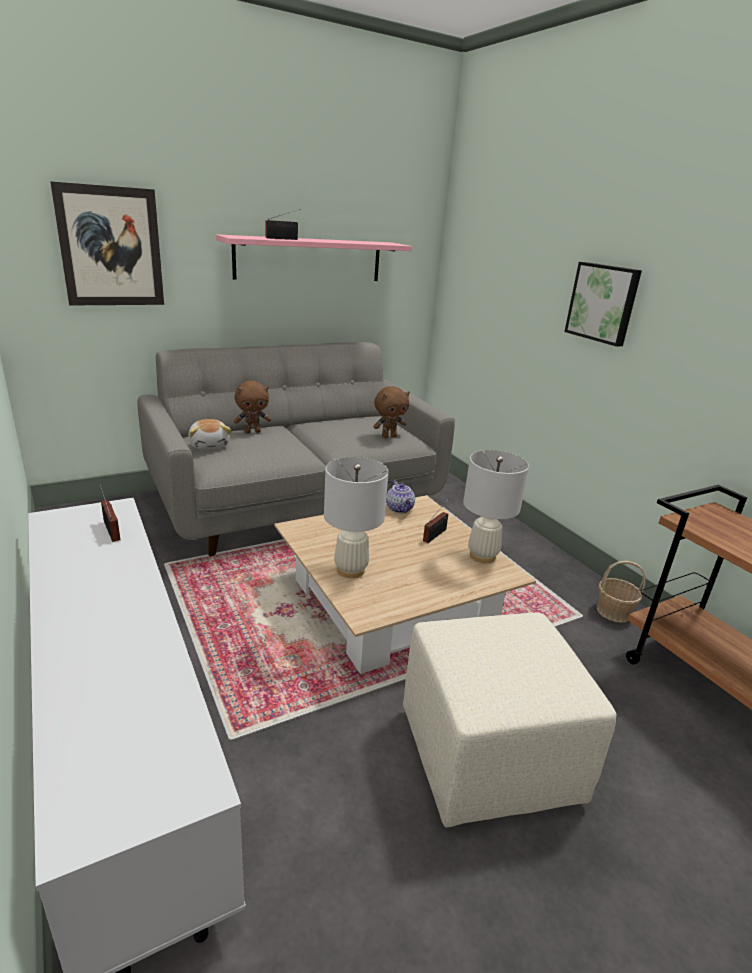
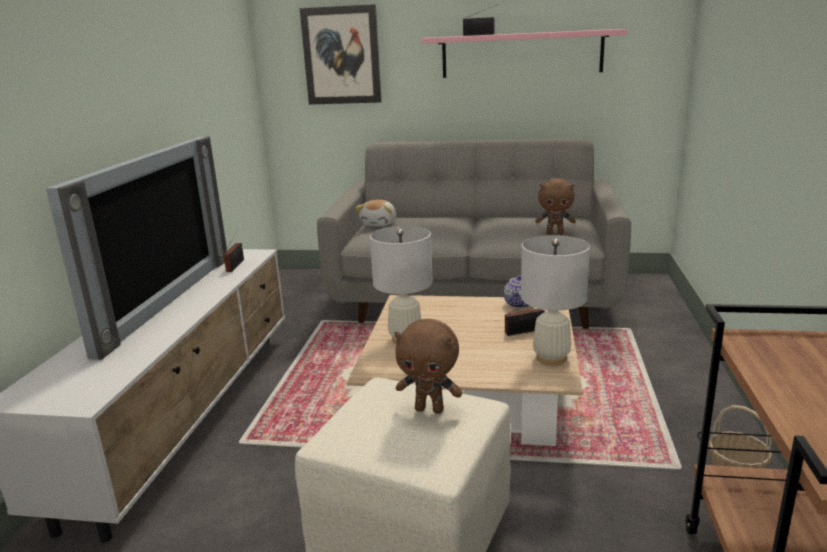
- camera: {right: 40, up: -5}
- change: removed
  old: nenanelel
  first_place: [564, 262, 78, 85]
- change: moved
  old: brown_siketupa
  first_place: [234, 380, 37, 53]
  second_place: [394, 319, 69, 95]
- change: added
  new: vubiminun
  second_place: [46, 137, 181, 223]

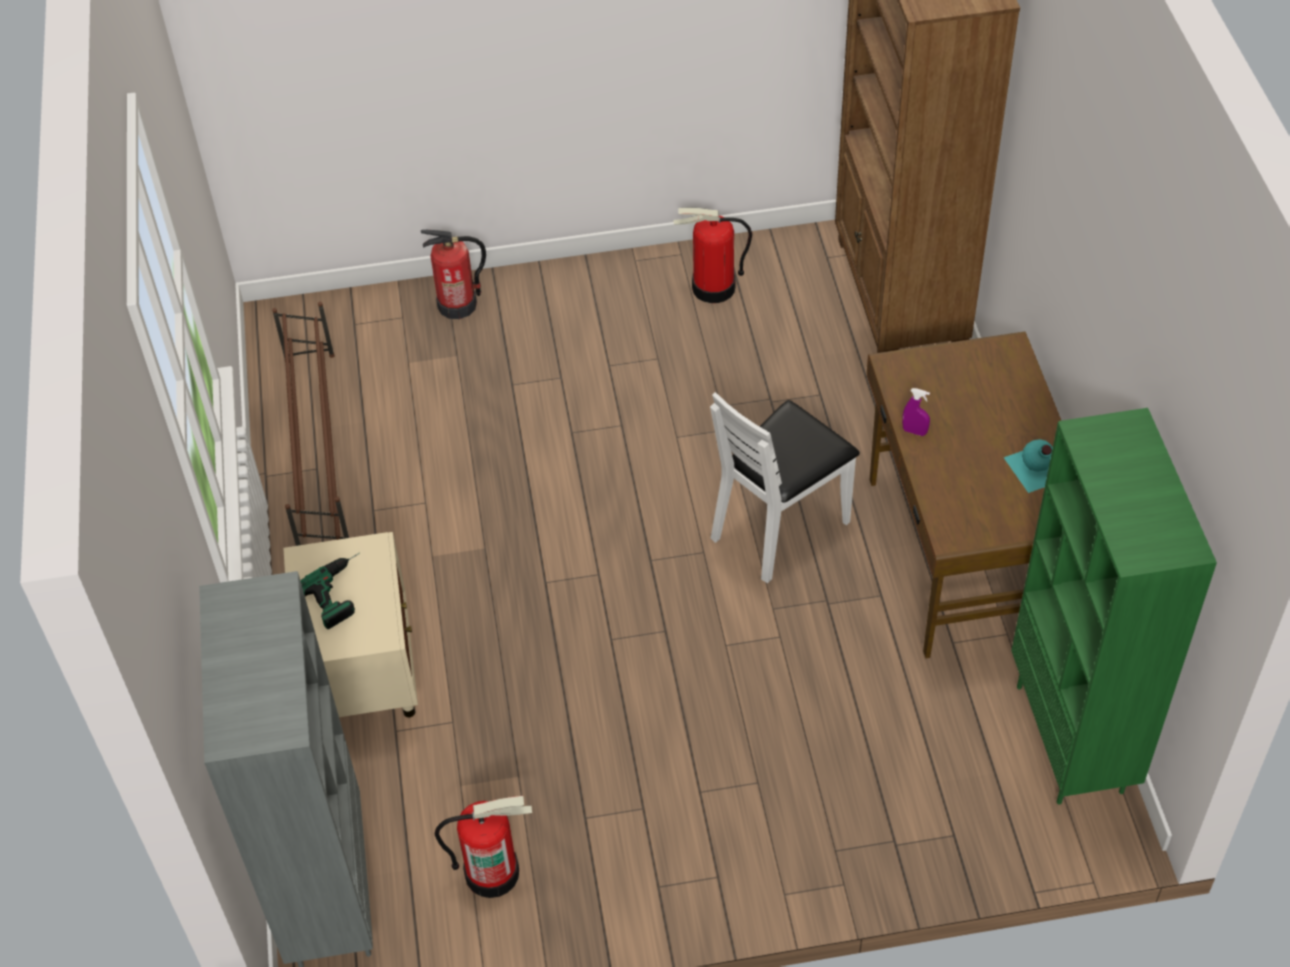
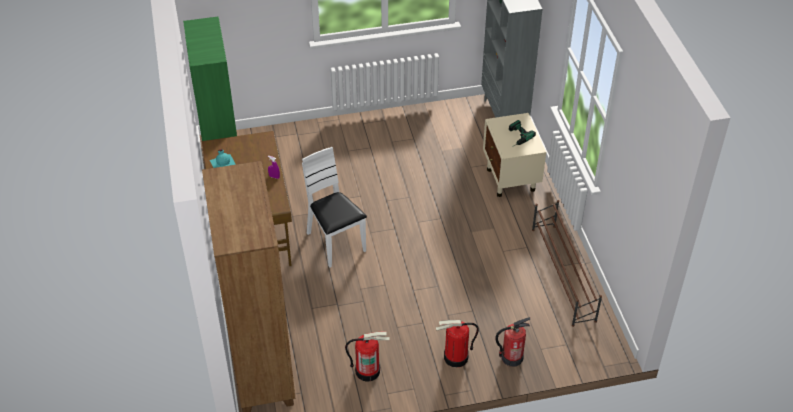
- camera: {right: 175, up: -5}
- change: turned
  old: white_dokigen
  first_place: [710, 392, 150, 191]
  second_place: [302, 147, 65, 121]
  degrees: -75
- change: moved
  old: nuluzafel
  first_place: [435, 796, 97, 102]
  second_place: [436, 320, 43, 48]

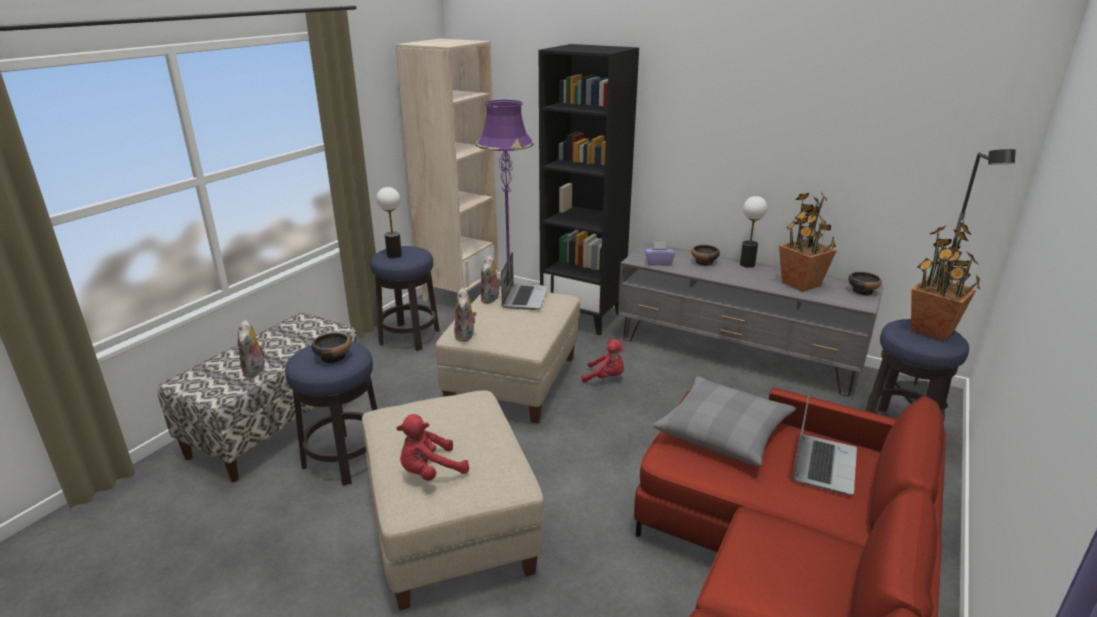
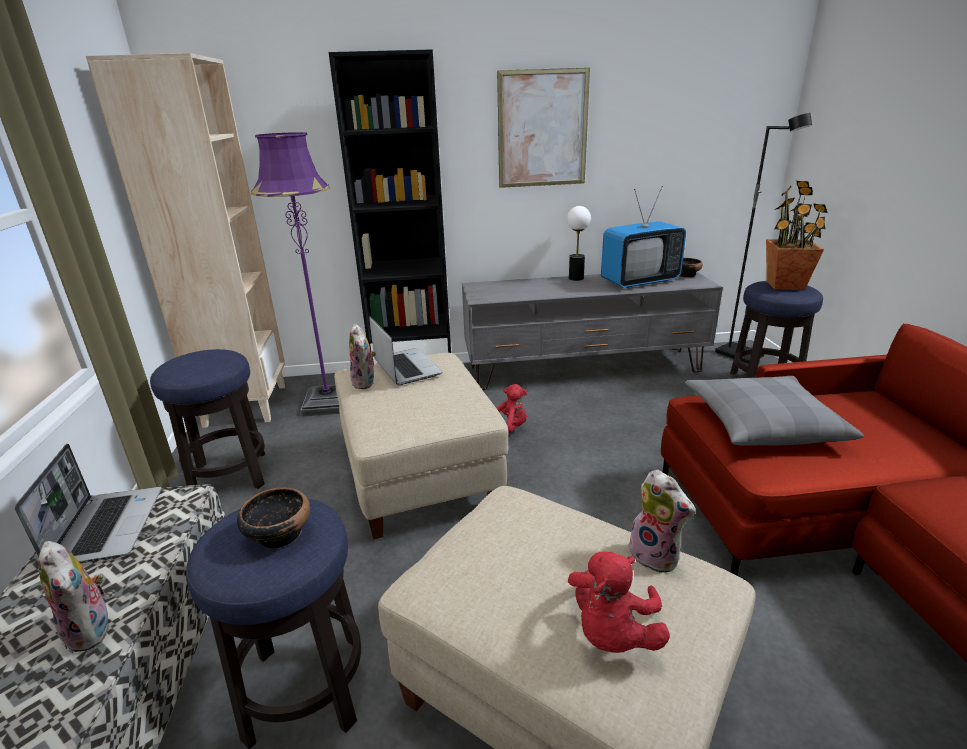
- camera: {right: -35, up: 0}
- change: removed
  old: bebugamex
  first_place: [377, 187, 25, 71]
- change: replaced
  old: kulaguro
  new: vubiminun
  first_place: [779, 192, 58, 100]
  second_place: [601, 186, 85, 102]
- change: removed
  old: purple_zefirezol
  first_place: [645, 242, 30, 24]
- change: removed
  old: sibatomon
  first_place: [691, 245, 29, 21]
- change: moved
  old: siketupa
  first_place: [454, 288, 23, 54]
  second_place: [629, 470, 66, 103]
- change: moved
  old: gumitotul
  first_place: [793, 393, 64, 102]
  second_place: [14, 444, 148, 119]
- change: added
  new: nenanelel
  second_place: [497, 68, 93, 120]

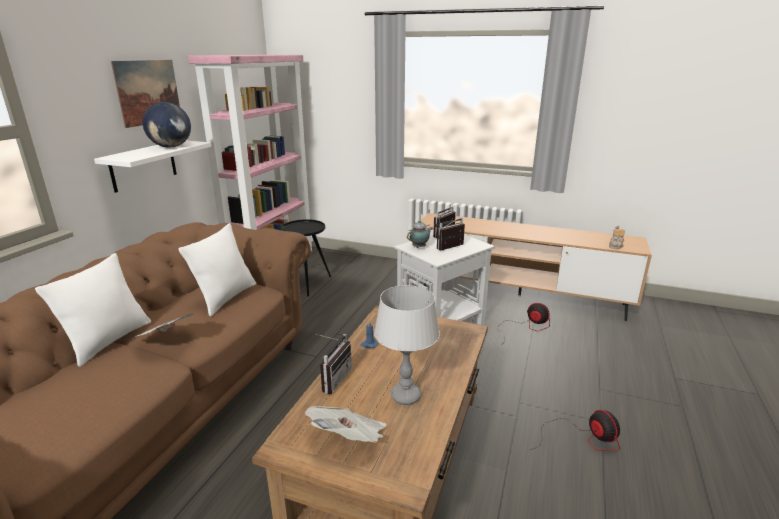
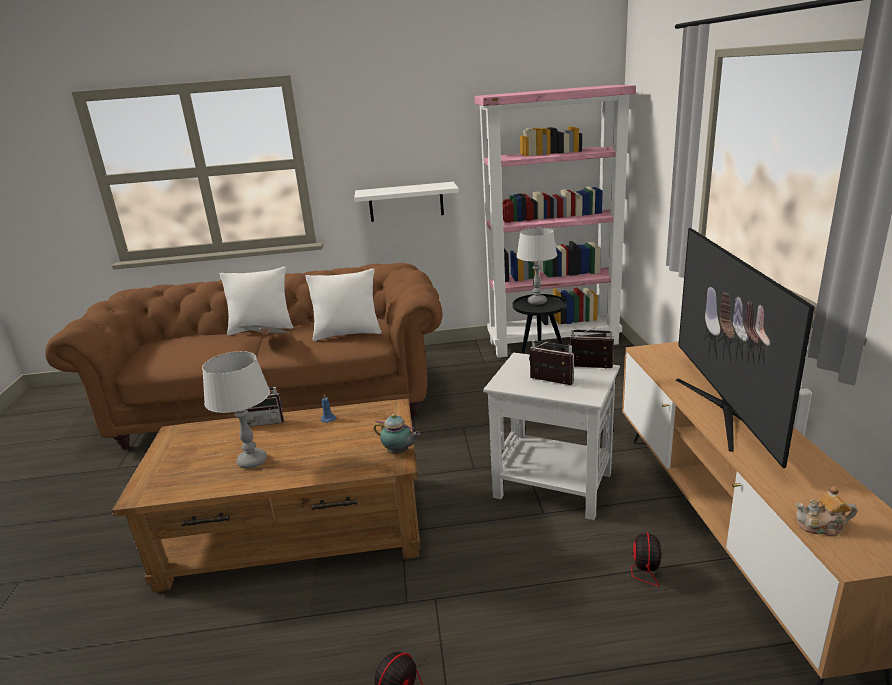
- camera: {right: 65, up: 0}
- change: removed
  old: nenanelel
  first_place: [111, 60, 69, 68]
- change: removed
  old: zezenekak
  first_place: [142, 102, 49, 45]
- change: moved
  old: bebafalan
  first_place: [407, 220, 25, 28]
  second_place: [373, 414, 47, 40]
- change: removed
  old: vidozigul
  first_place: [305, 406, 82, 37]
- change: added
  new: grey_bebugamex
  second_place: [516, 228, 41, 77]
- change: added
  new: vubiminun
  second_place: [676, 228, 138, 240]

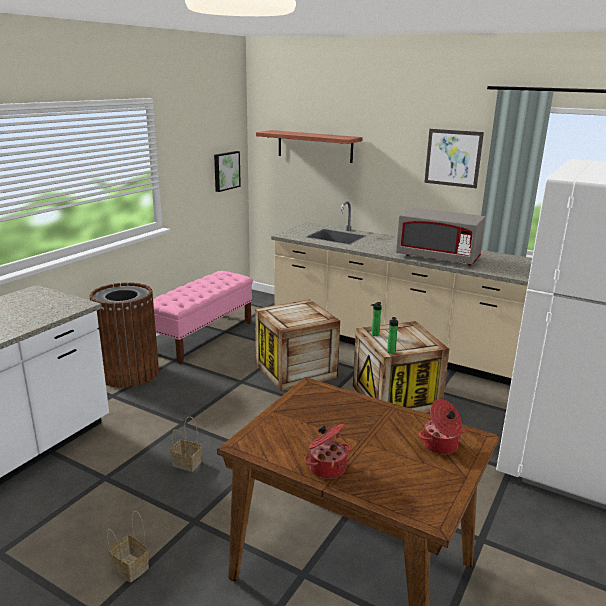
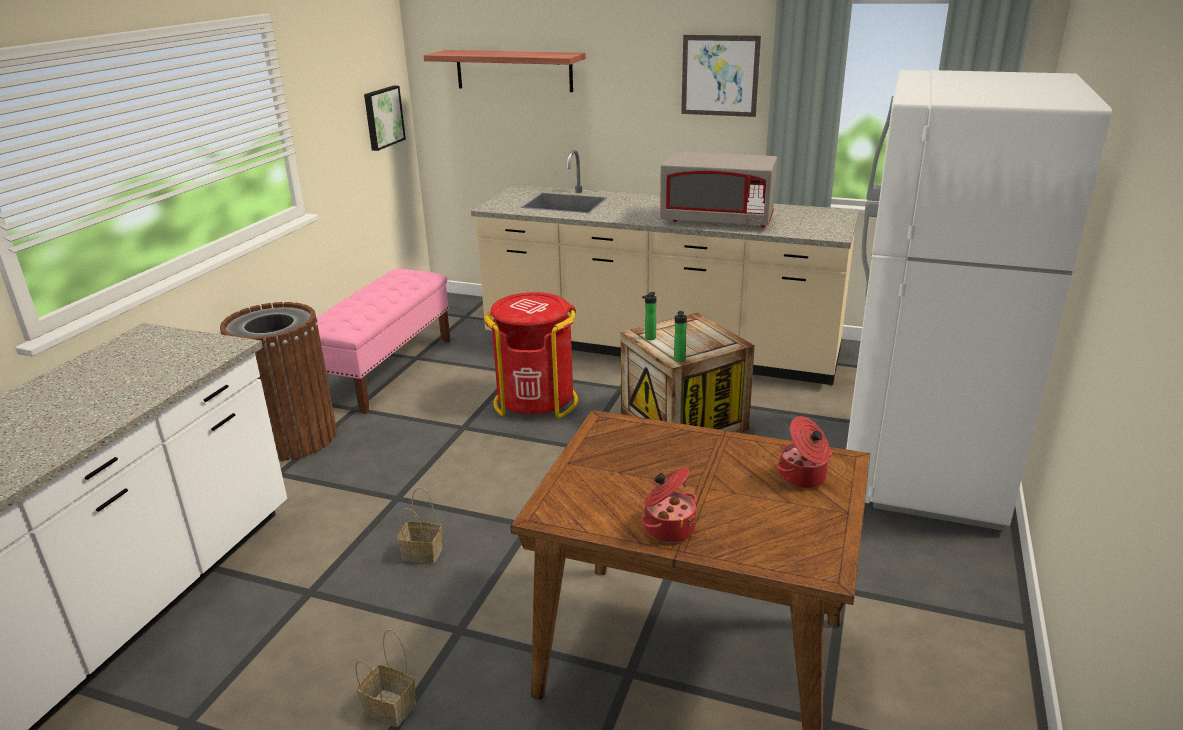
- camera: {right: -10, up: 5}
- change: replaced
  old: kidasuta
  new: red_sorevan
  first_place: [255, 299, 85, 92]
  second_place: [484, 292, 94, 126]

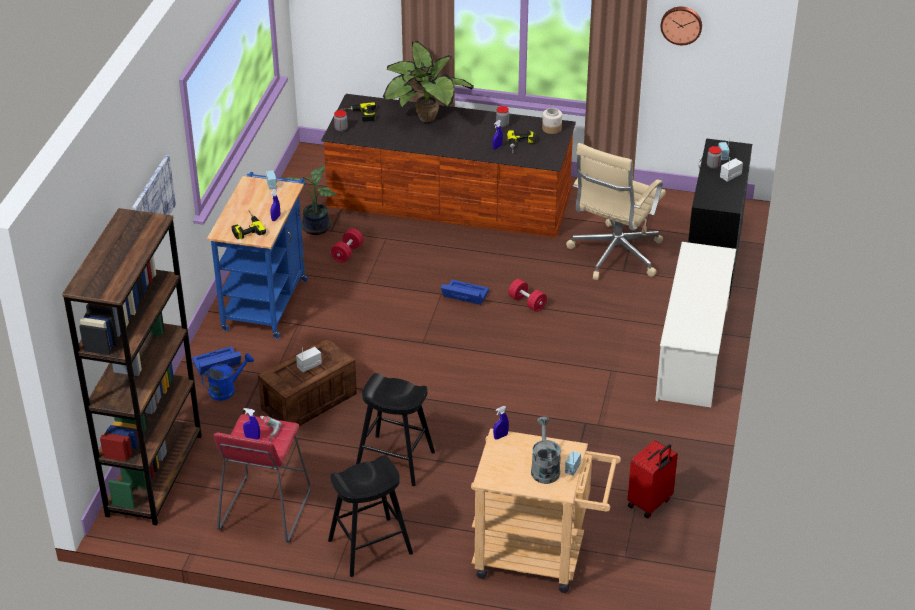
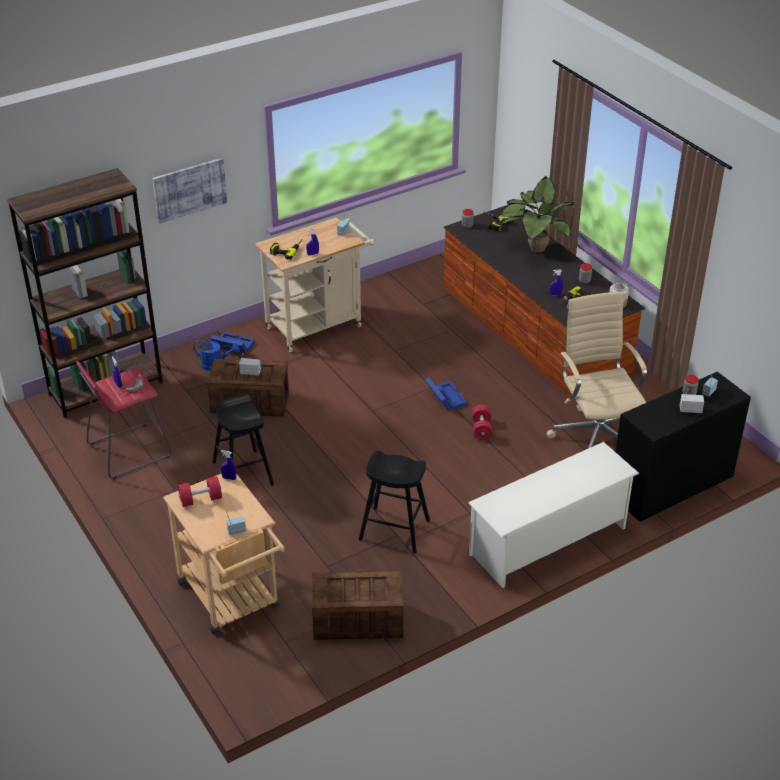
- camera: {right: 45, up: 0}
- change: removed
  old: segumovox
  first_place: [660, 7, 42, 38]
- change: turned
  old: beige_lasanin
  first_place: [566, 143, 100, 137]
  second_place: [547, 292, 100, 156]
  degrees: 90
- change: removed
  old: kulaguro
  first_place: [285, 165, 52, 70]
- change: recoloured
  old: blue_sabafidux
  new: beige_sabafidux
  first_place: [207, 172, 101, 167]
  second_place: [255, 217, 120, 135]
- change: moved
  old: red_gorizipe
  first_place: [331, 228, 32, 34]
  second_place: [178, 476, 44, 31]
- change: removed
  old: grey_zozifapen
  first_place: [531, 417, 30, 67]
- change: replaced
  old: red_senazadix
  new: kidasuta
  first_place: [628, 440, 50, 78]
  second_place: [312, 571, 91, 69]
- change: moved
  old: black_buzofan
  first_place: [328, 455, 85, 122]
  second_place: [359, 451, 71, 102]

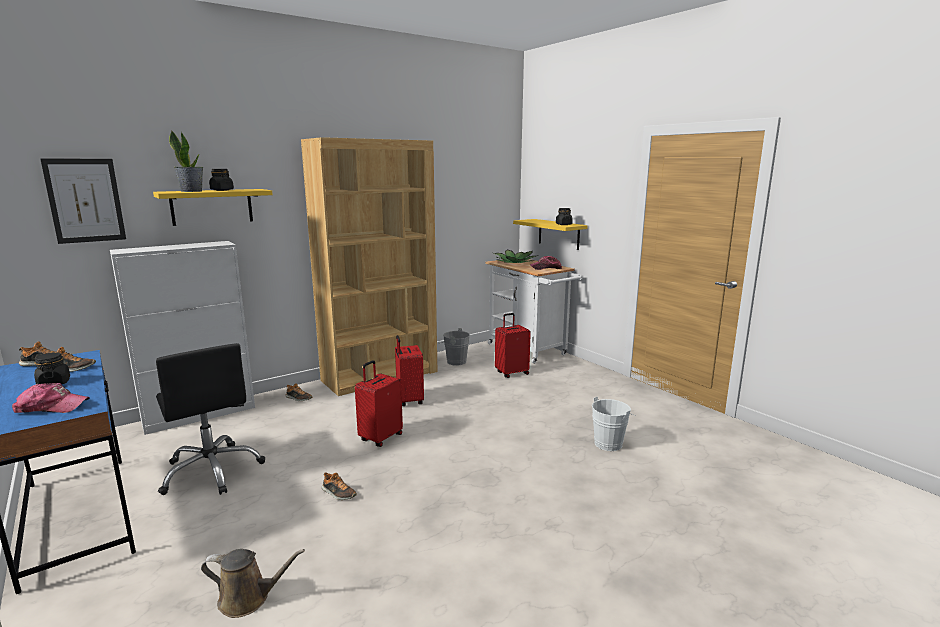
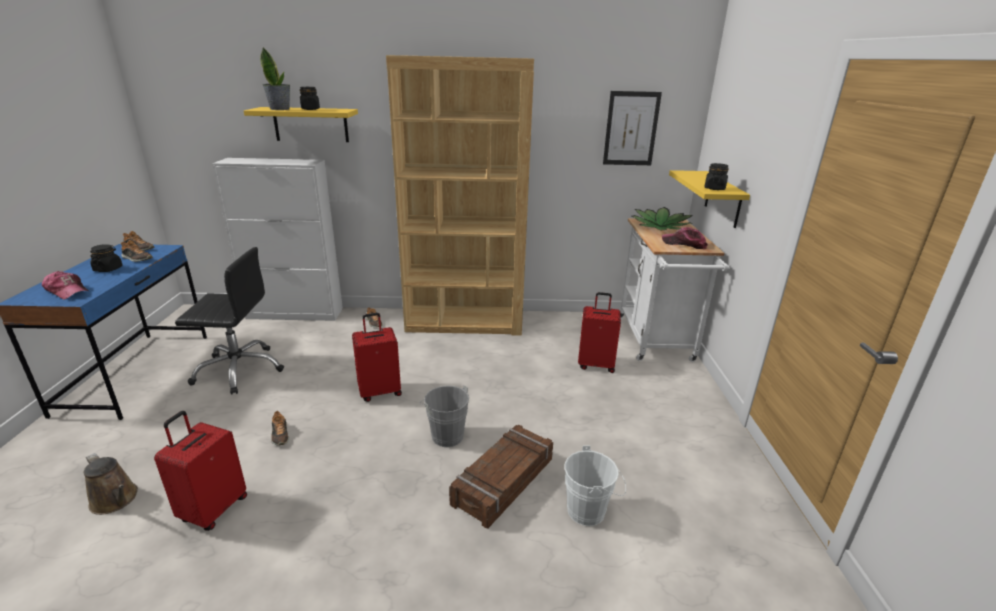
- camera: {right: 35, up: 10}
- change: moved
  old: nenanelel
  first_place: [40, 158, 86, 86]
  second_place: [603, 91, 59, 74]
- change: moved
  old: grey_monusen
  first_place: [439, 328, 31, 38]
  second_place: [419, 385, 50, 62]
- change: moved
  old: red_senazadix
  first_place: [395, 335, 29, 71]
  second_place: [154, 411, 93, 120]
- change: turned
  old: black_lasanin
  first_place: [156, 343, 109, 152]
  second_place: [175, 247, 109, 148]
  degrees: -90
- change: added
  new: kidasuta
  second_place: [449, 424, 104, 105]

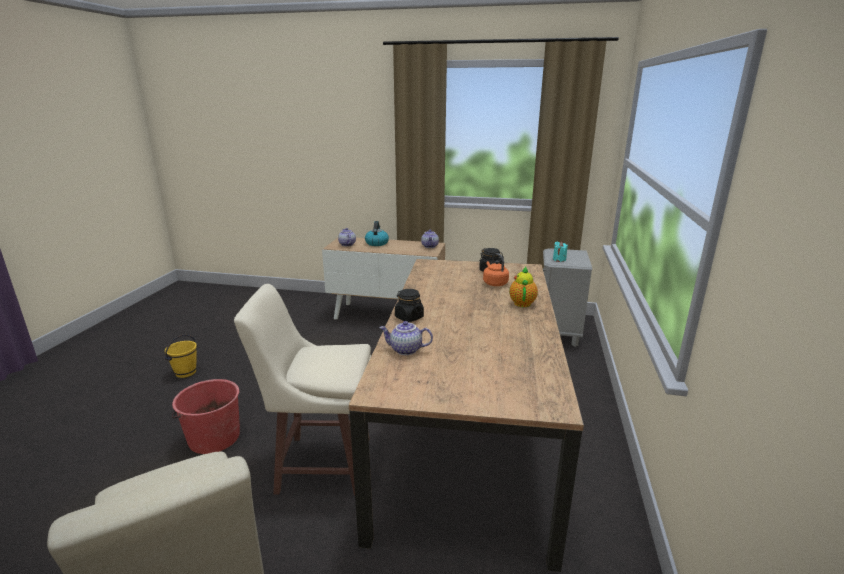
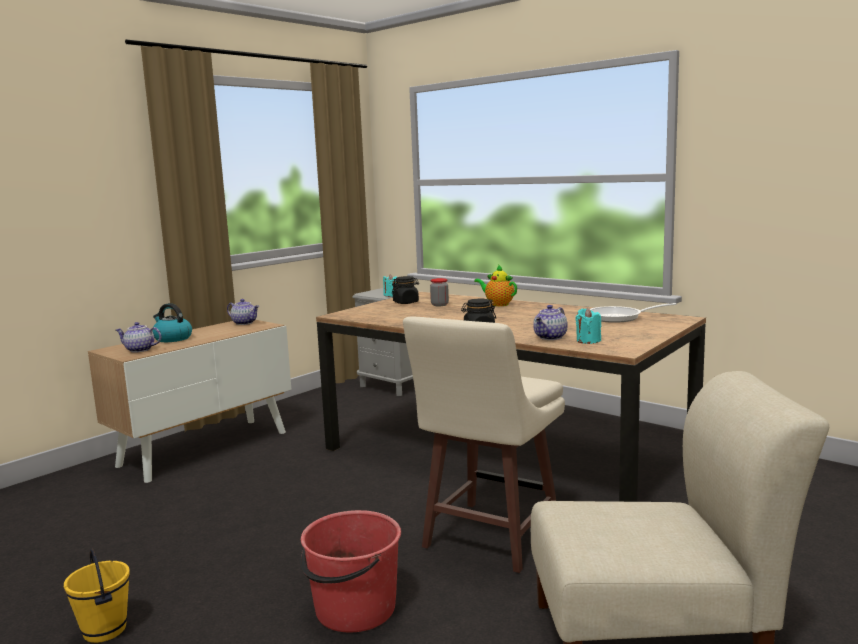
- camera: {right: -60, up: -10}
- change: replaced
  old: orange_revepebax
  new: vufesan
  first_place: [483, 253, 26, 33]
  second_place: [430, 278, 19, 28]
- change: added
  new: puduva
  second_place: [590, 303, 86, 20]
- change: added
  new: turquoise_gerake
  second_place: [575, 308, 26, 36]

